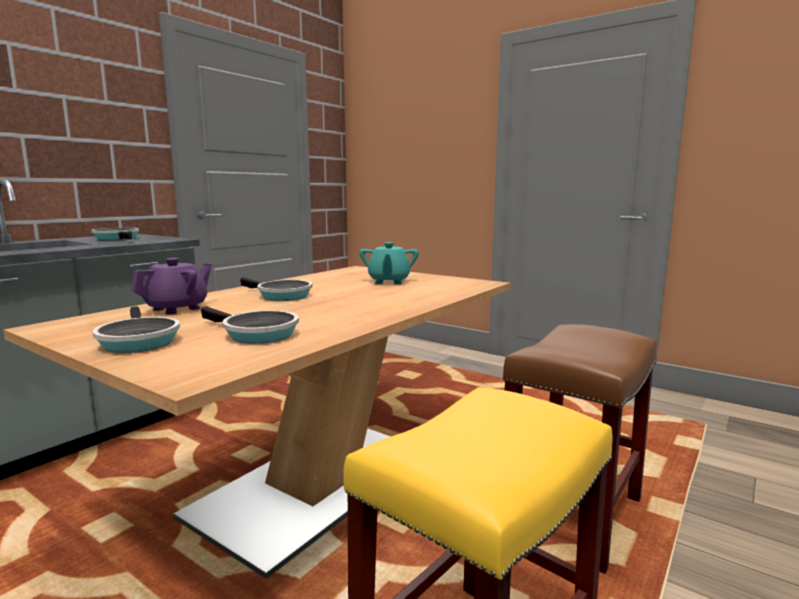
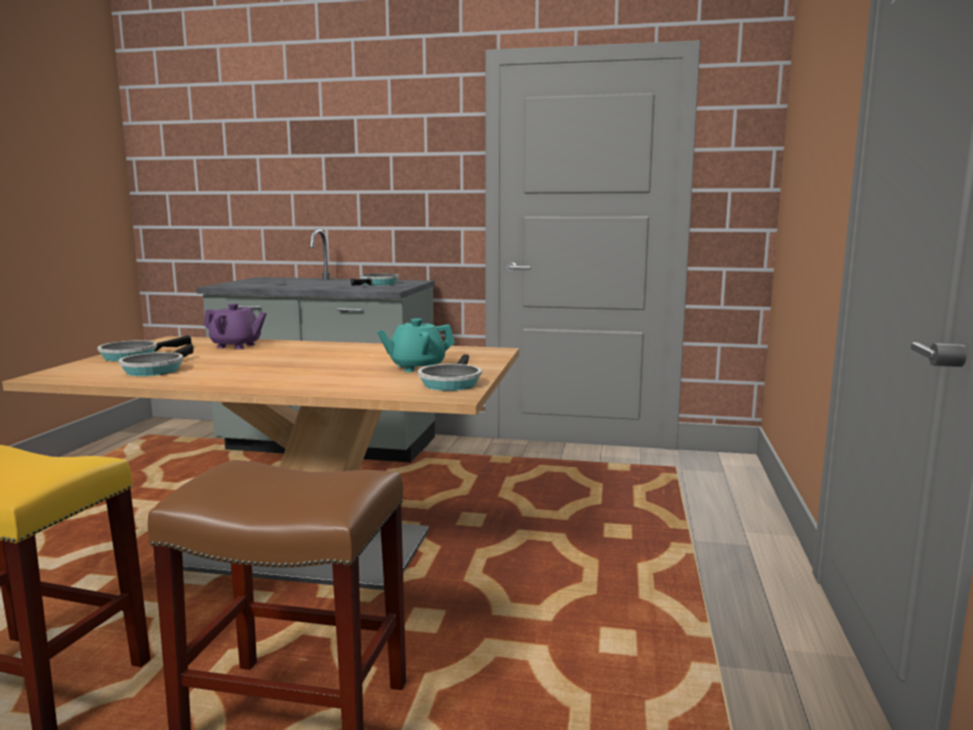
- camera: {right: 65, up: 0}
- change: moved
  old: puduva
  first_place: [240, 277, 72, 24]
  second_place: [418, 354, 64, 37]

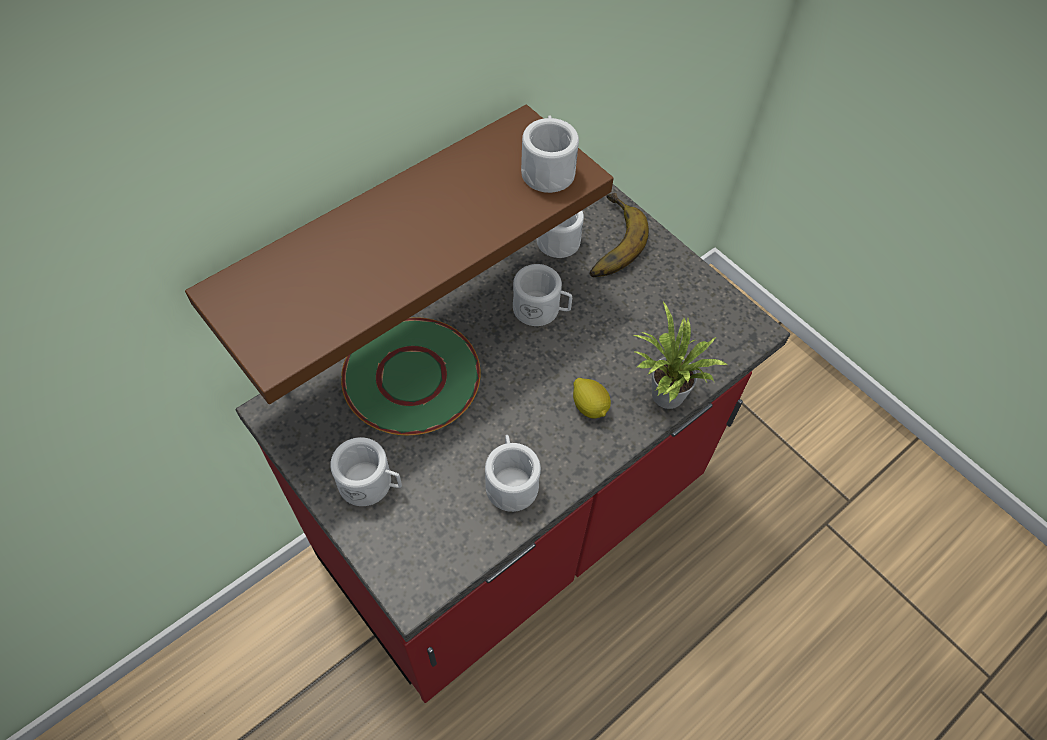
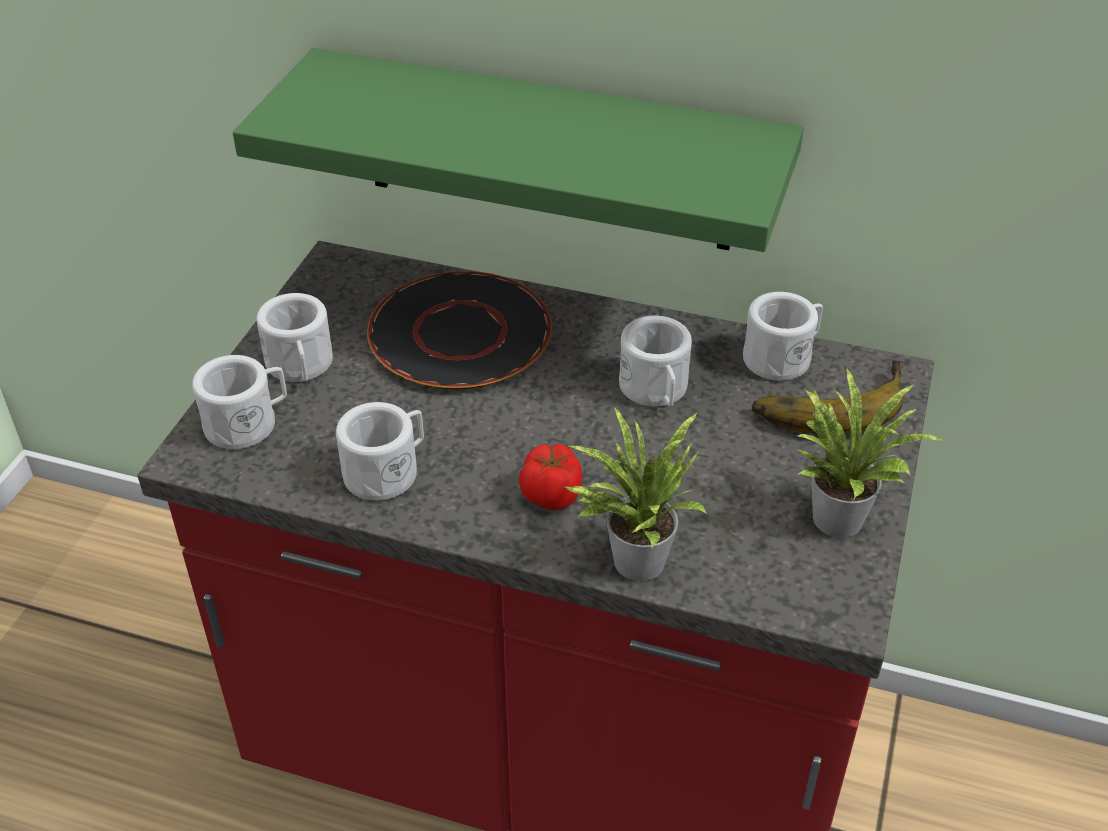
- camera: {right: 60, up: -15}
- change: recoloured
  old: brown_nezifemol
  new: green_nezifemol
  first_place: [185, 105, 429, 299]
  second_place: [233, 48, 571, 204]
- change: moved
  old: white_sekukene
  first_place: [521, 115, 58, 78]
  second_place: [192, 355, 95, 94]
- change: recoloured
  old: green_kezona
  new: black_kezona
  first_place: [341, 317, 140, 118]
  second_place: [367, 271, 185, 118]
- change: replaced
  old: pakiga
  new: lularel
  first_place: [573, 378, 38, 40]
  second_place: [519, 444, 63, 66]
- change: added
  new: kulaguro
  second_place: [795, 369, 151, 168]

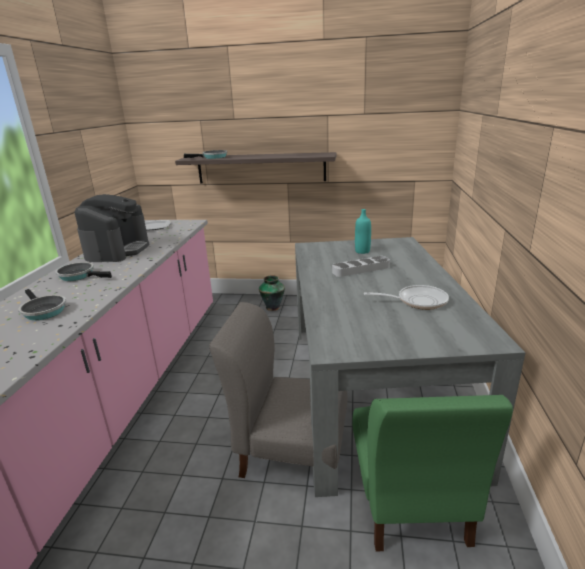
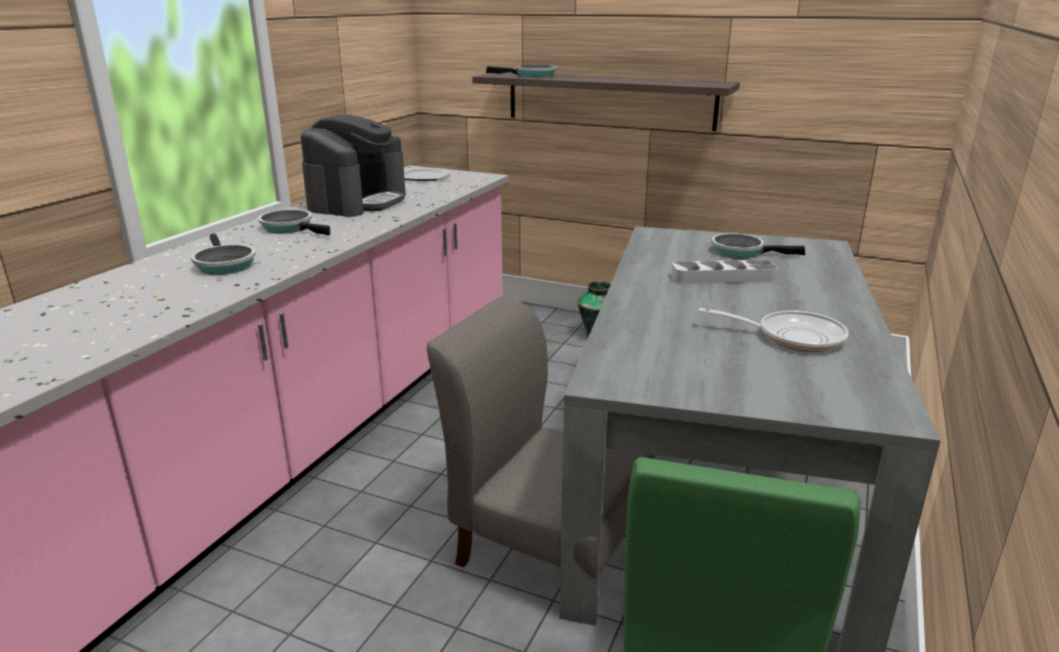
- camera: {right: 15, up: 0}
- change: replaced
  old: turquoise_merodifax
  new: puduva
  first_place: [355, 209, 16, 45]
  second_place: [711, 233, 94, 25]

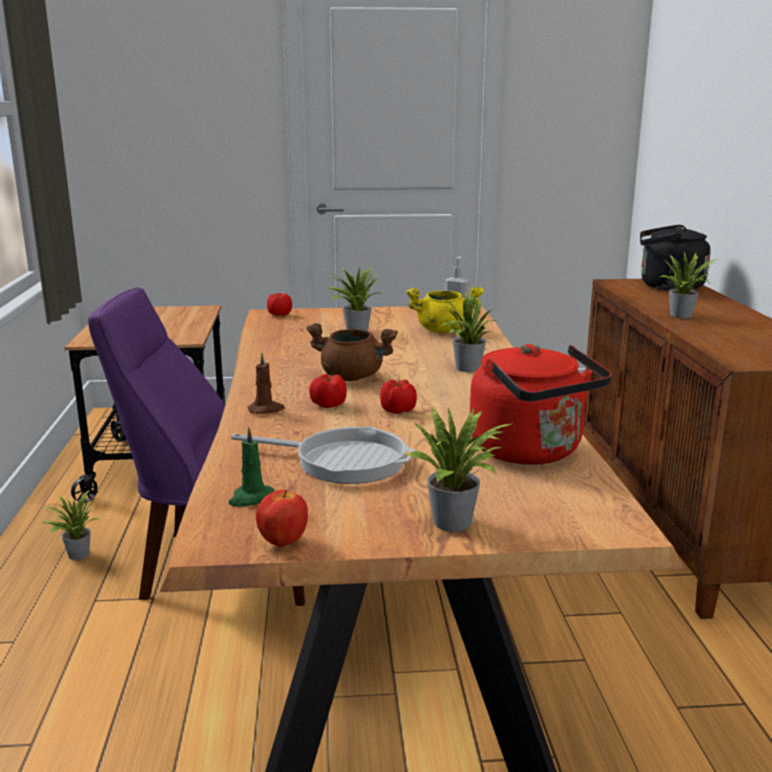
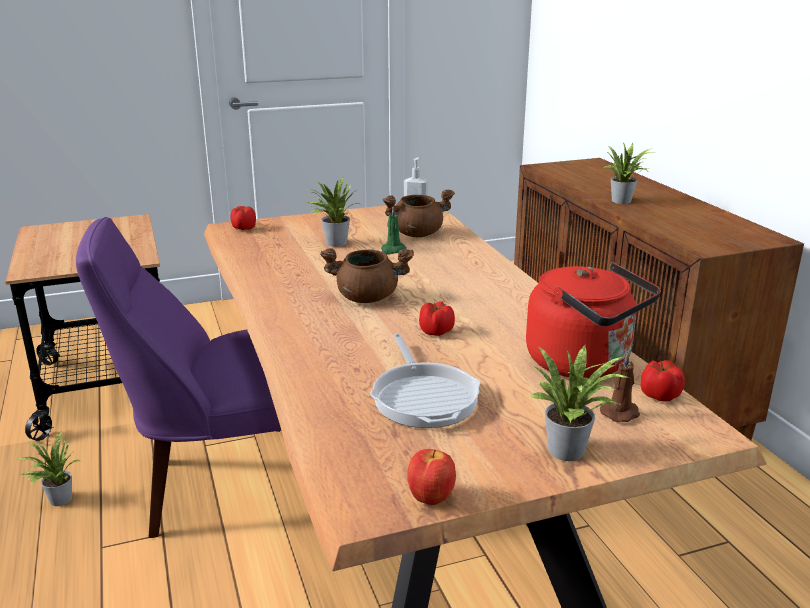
- camera: {right: -15, up: 5}
- change: removed
  old: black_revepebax
  first_place: [640, 225, 71, 66]
- change: recoloured
  old: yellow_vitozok
  new: brown_vitozok
  first_place: [406, 287, 78, 46]
  second_place: [382, 190, 73, 47]
- change: removed
  old: kulaguro
  first_place: [437, 292, 59, 80]
- change: moved
  old: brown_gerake
  first_place: [248, 353, 37, 61]
  second_place: [600, 352, 40, 70]
- change: moved
  old: lularel
  first_place: [309, 373, 38, 35]
  second_place: [641, 360, 44, 42]
- change: turned
  old: puduva
  first_place: [231, 426, 184, 58]
  second_place: [370, 333, 110, 95]
  degrees: 75
- change: moved
  old: green_gerake
  first_place: [228, 427, 46, 80]
  second_place: [381, 206, 25, 48]

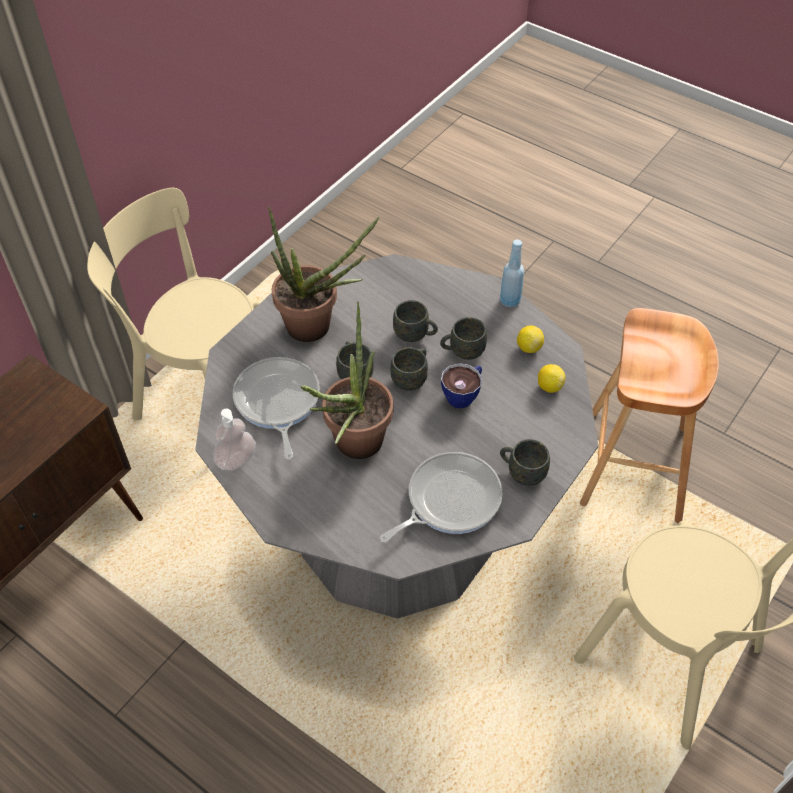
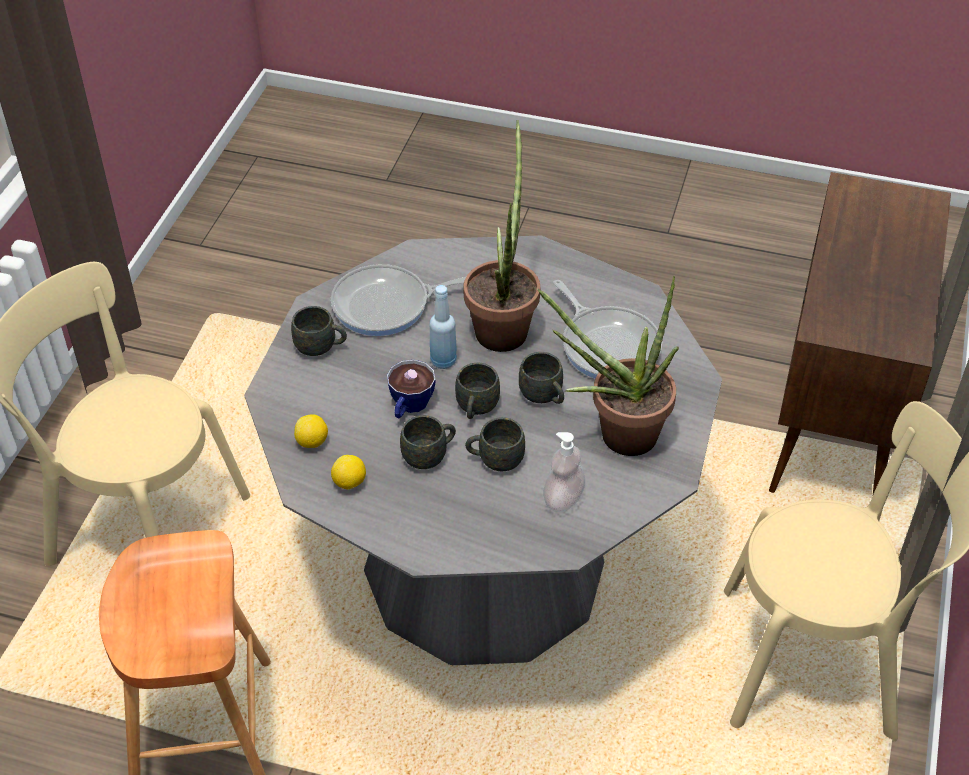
- camera: {right: 160, up: -5}
- change: moved
  old: blue_merodifax
  first_place: [500, 239, 24, 68]
  second_place: [430, 285, 27, 84]
- change: moved
  old: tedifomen
  first_place: [213, 409, 43, 61]
  second_place: [543, 432, 42, 80]
- change: turned
  old: puduva
  first_place: [379, 452, 123, 91]
  second_place: [331, 264, 135, 72]
  degrees: 45

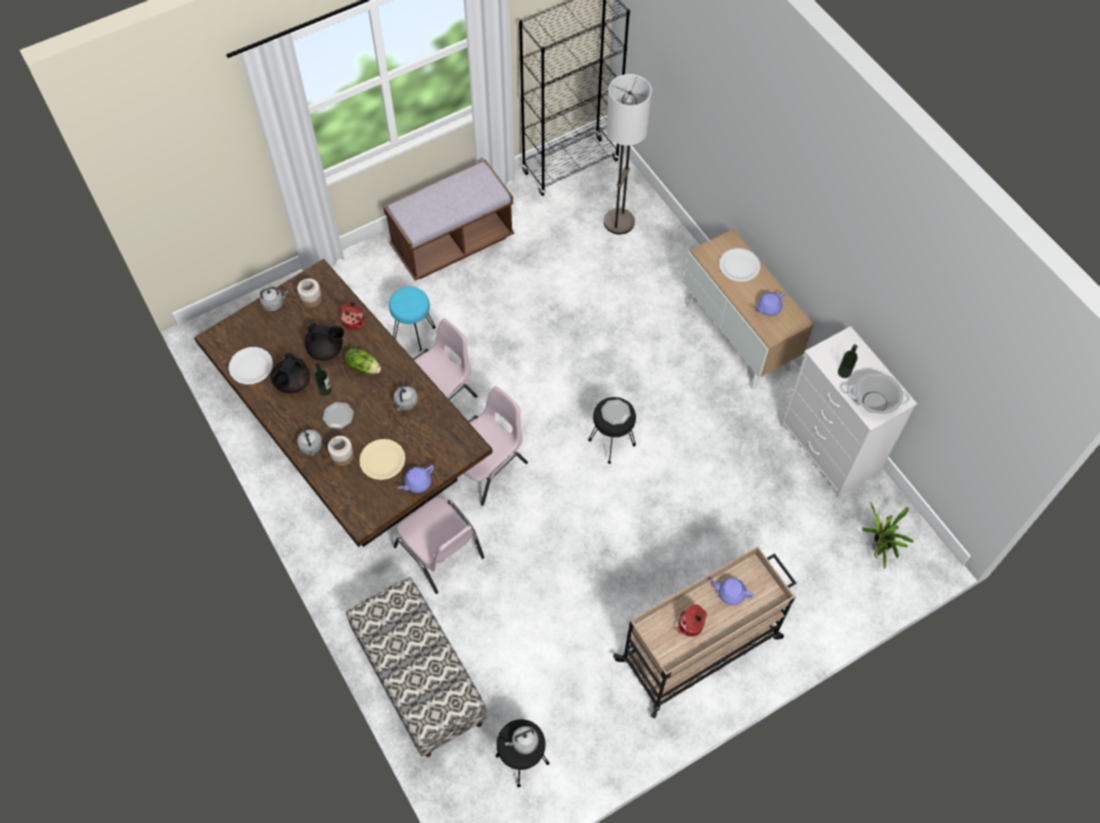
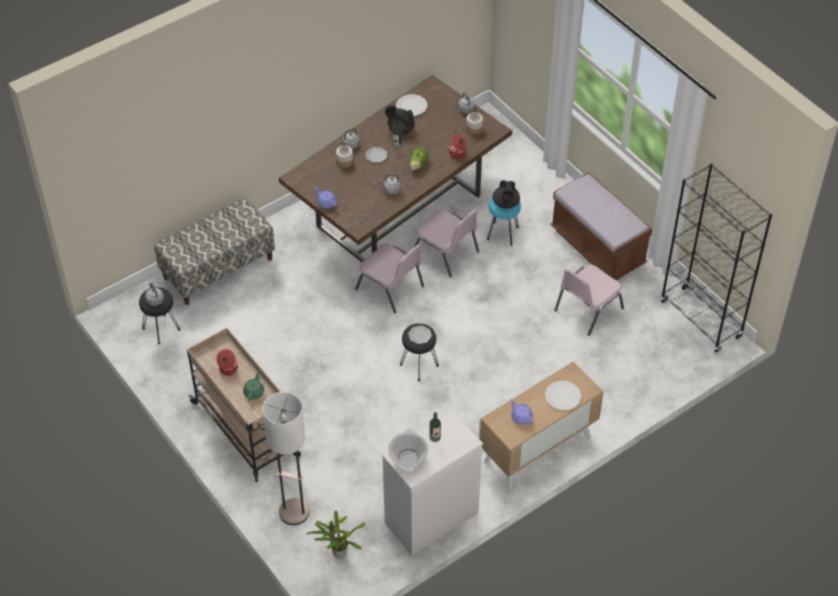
- camera: {right: 85, up: -10}
- change: moved
  old: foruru
  first_place: [604, 74, 48, 160]
  second_place: [262, 392, 47, 133]
- change: moved
  old: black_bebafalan
  first_place: [305, 323, 39, 38]
  second_place: [492, 180, 28, 29]
- change: removed
  old: beige_kezona
  first_place: [359, 439, 46, 41]
- change: moved
  old: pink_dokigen
  first_place: [393, 497, 92, 97]
  second_place: [554, 265, 70, 71]
- change: recoloured
  old: purple_bebafalan
  new: green_bebafalan
  first_place: [710, 578, 44, 27]
  second_place: [243, 371, 21, 30]

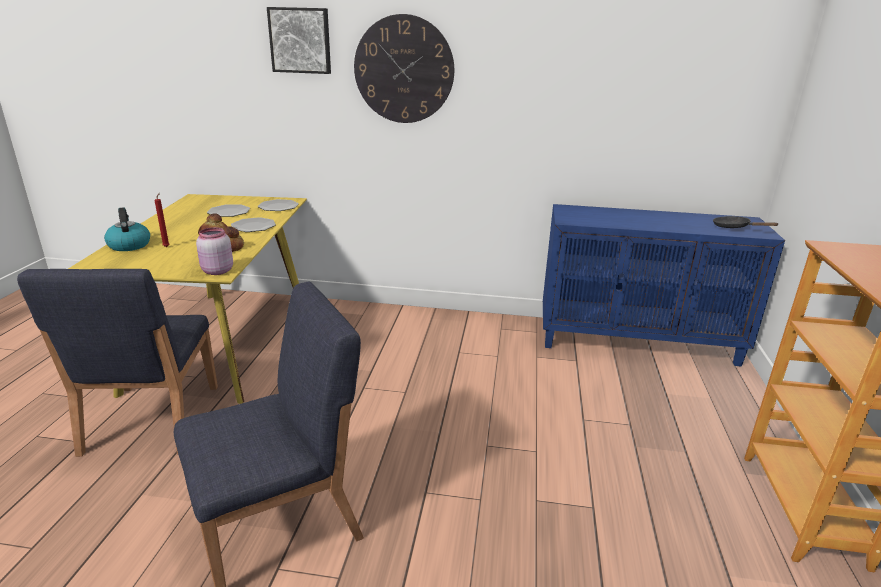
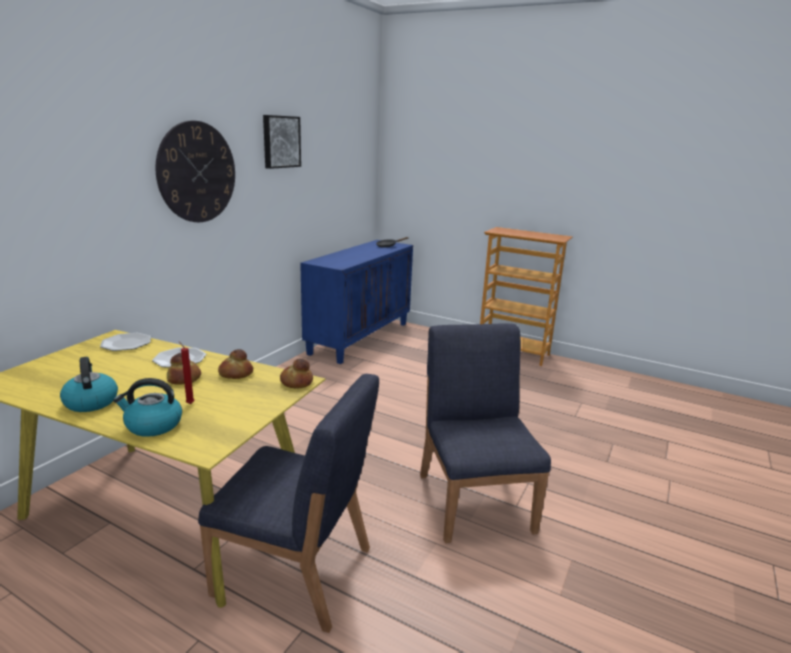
- camera: {right: -70, up: -5}
- change: moved
  old: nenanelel
  first_place: [267, 7, 64, 67]
  second_place: [263, 115, 38, 54]
- change: removed
  old: kezona
  first_place: [207, 204, 43, 13]
- change: replaced
  old: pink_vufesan
  new: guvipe
  first_place: [196, 227, 37, 48]
  second_place: [280, 359, 33, 29]
- change: added
  new: revepebax
  second_place: [60, 357, 58, 55]

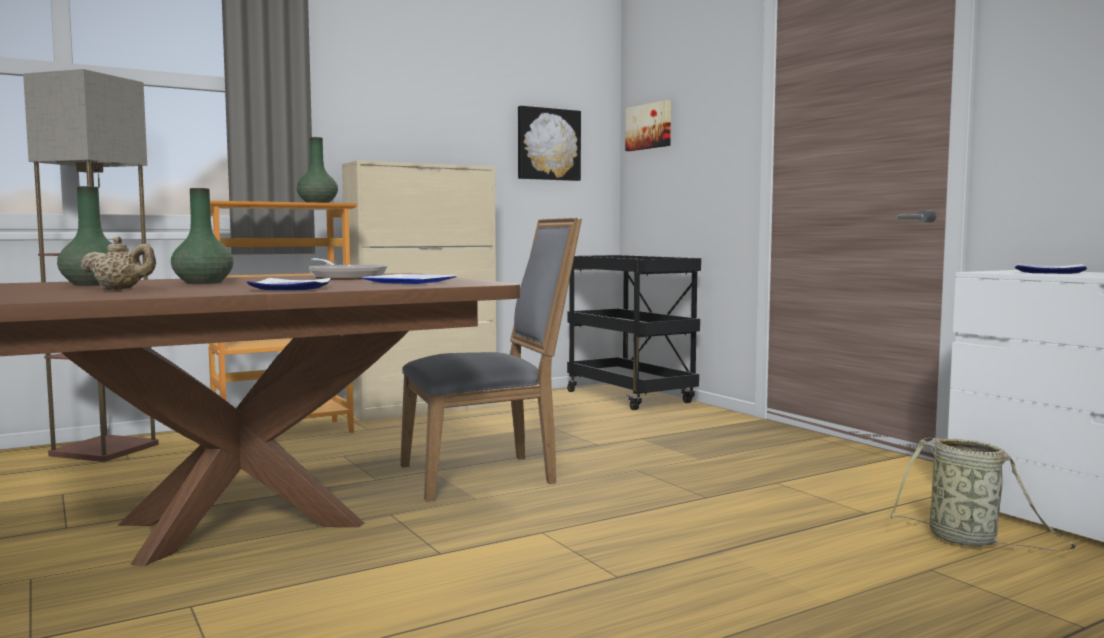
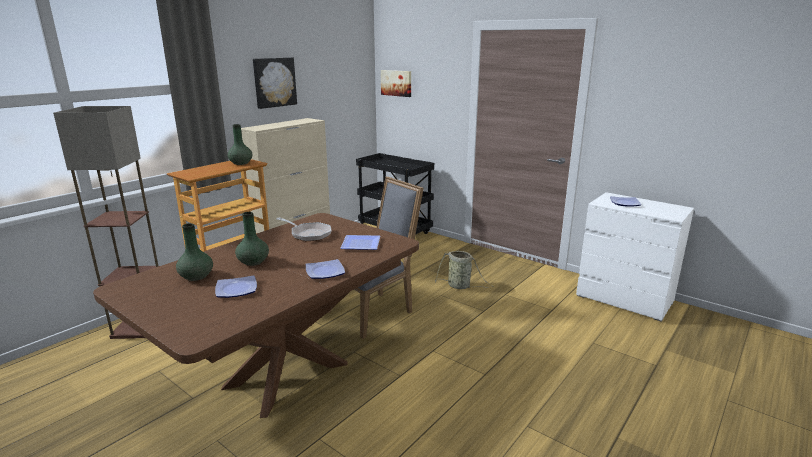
- camera: {right: -20, up: 15}
- change: moved
  old: nenanelel
  first_place: [518, 106, 63, 75]
  second_place: [253, 57, 44, 52]
- change: replaced
  old: beige_bebafalan
  new: kezona
  first_place: [81, 236, 75, 54]
  second_place: [215, 275, 42, 23]
- change: moved
  old: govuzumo
  first_place: [891, 437, 185, 114]
  second_place: [435, 251, 59, 38]

